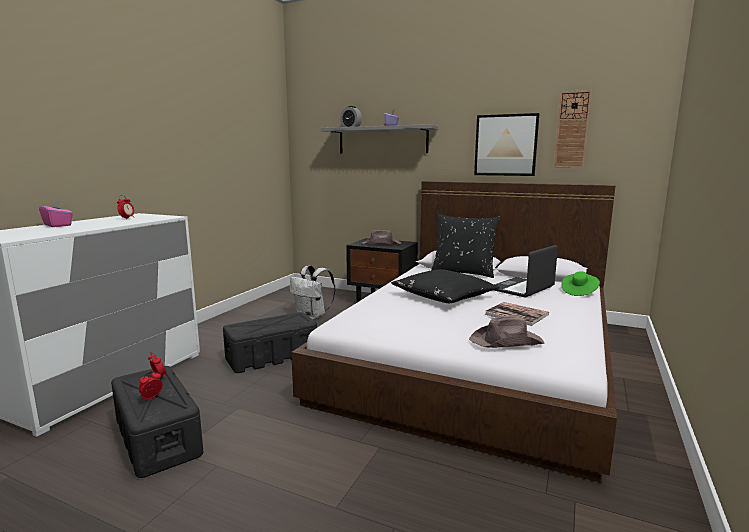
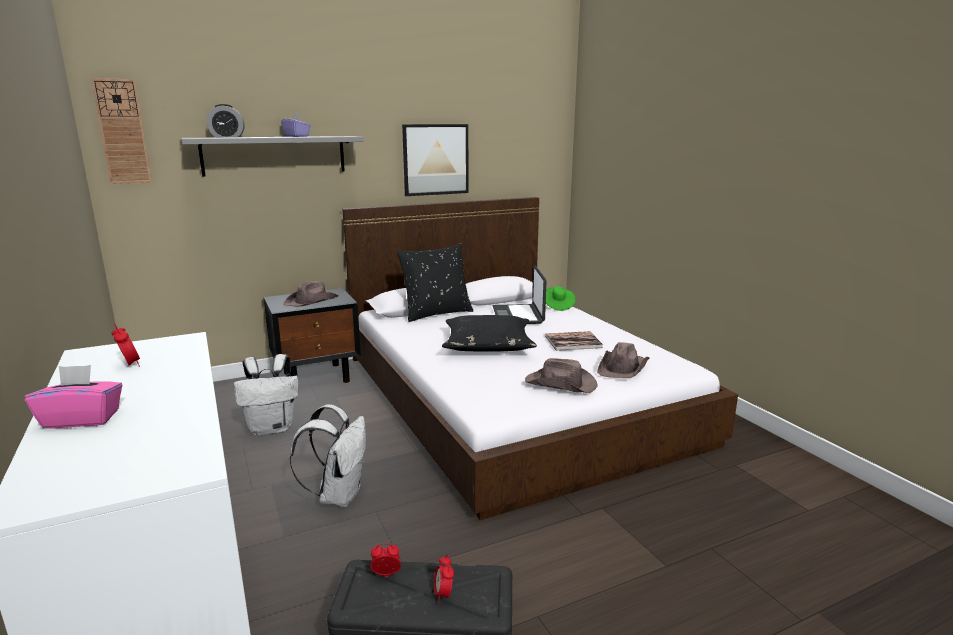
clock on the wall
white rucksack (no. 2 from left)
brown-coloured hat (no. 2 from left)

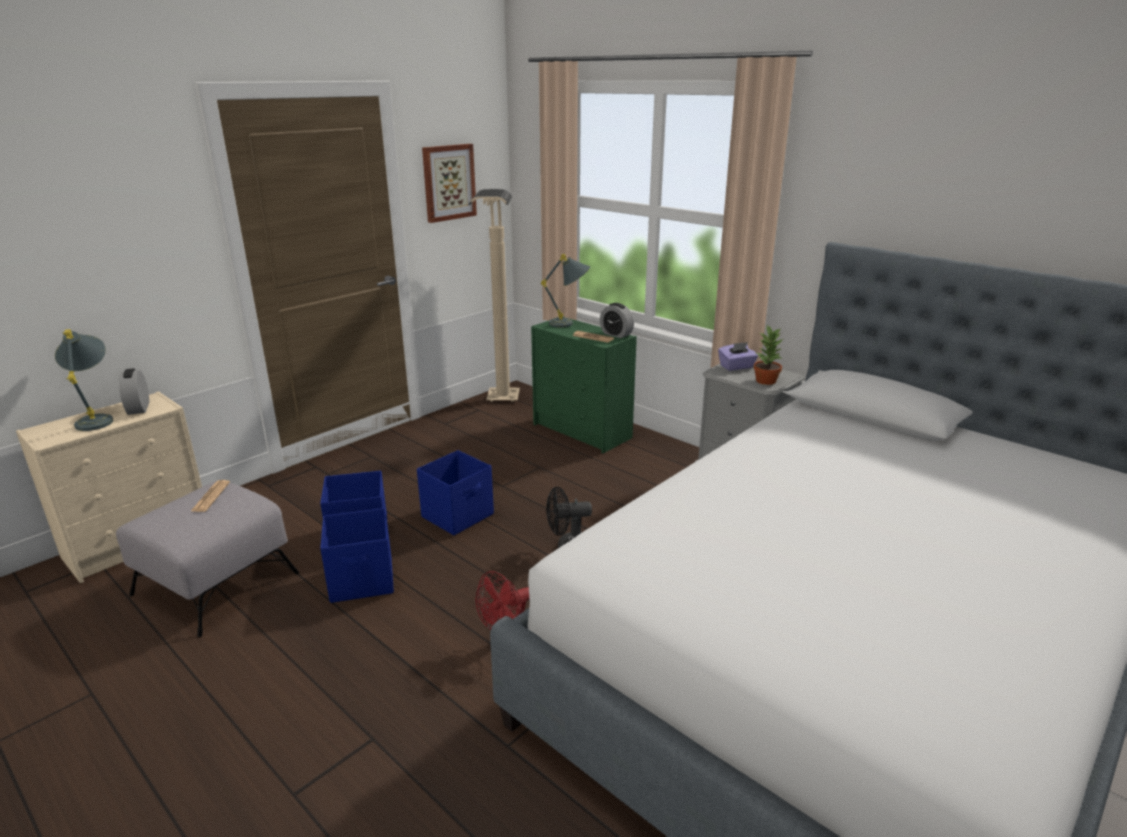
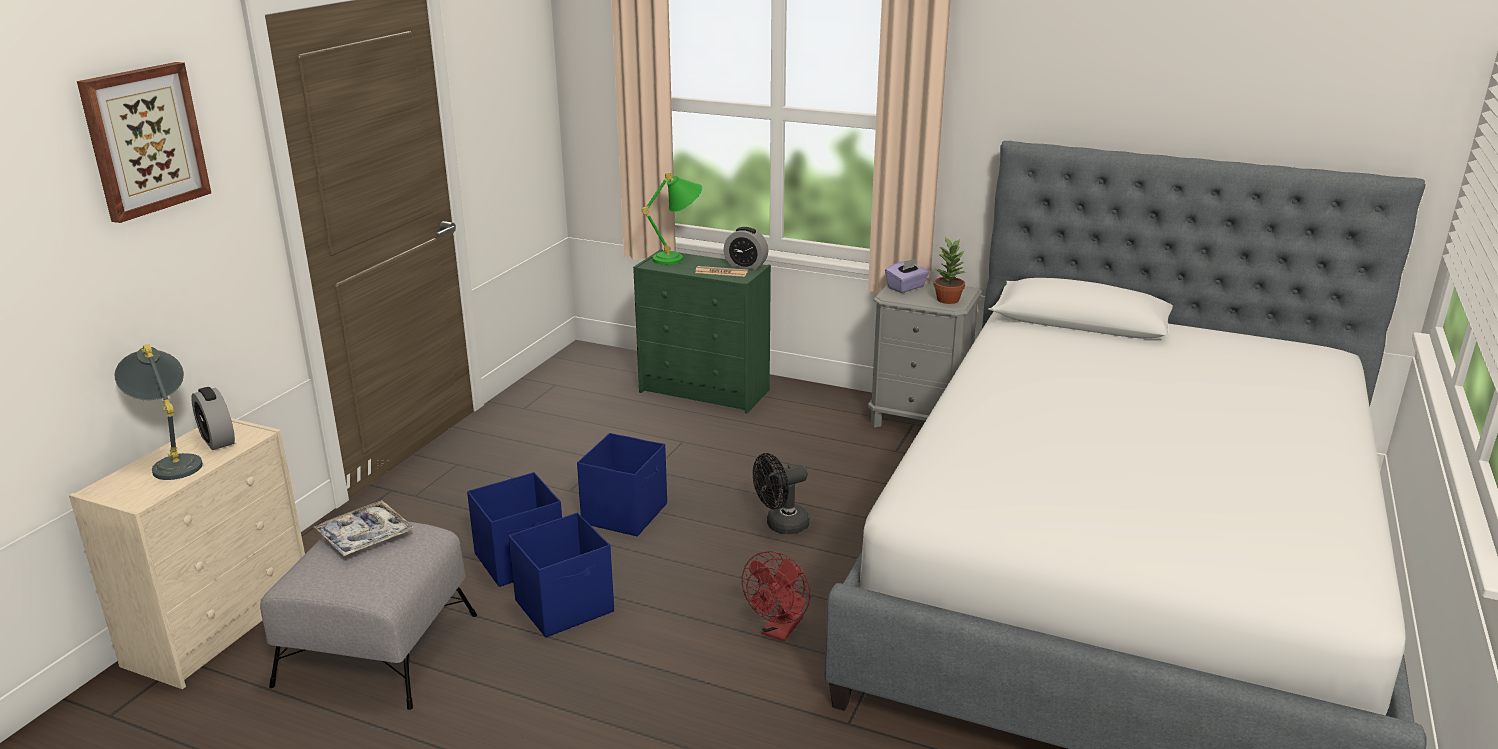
picture
carrying tray
green-coloured table lamp
sand-coloured standard lamp

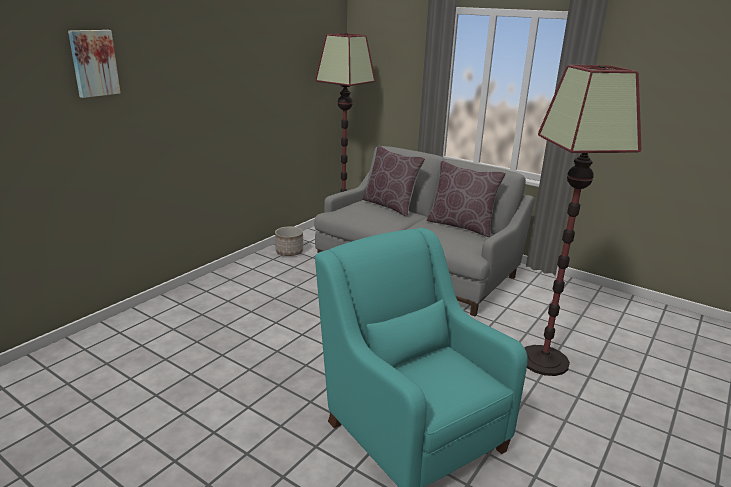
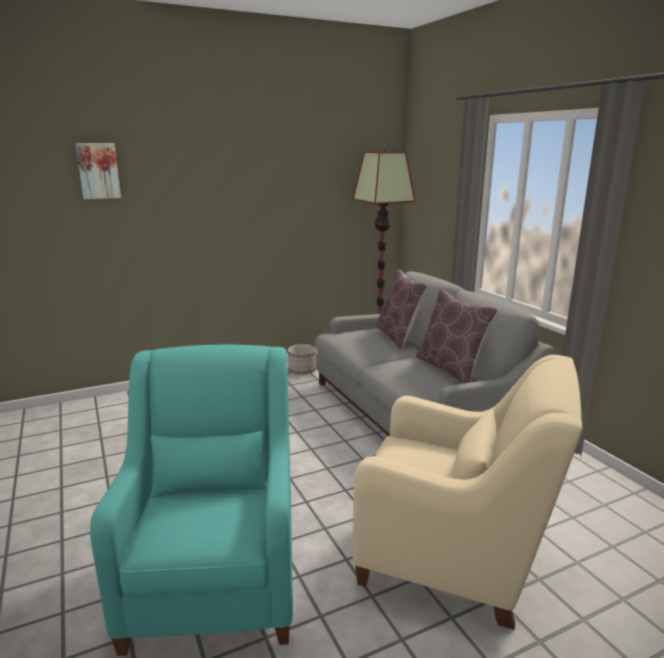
sand-coloured armchair

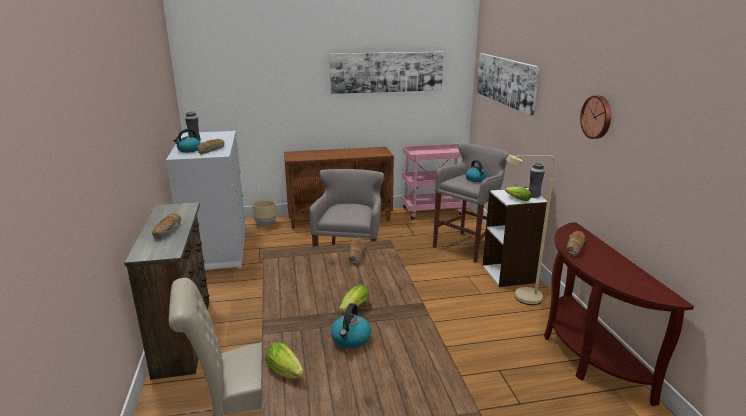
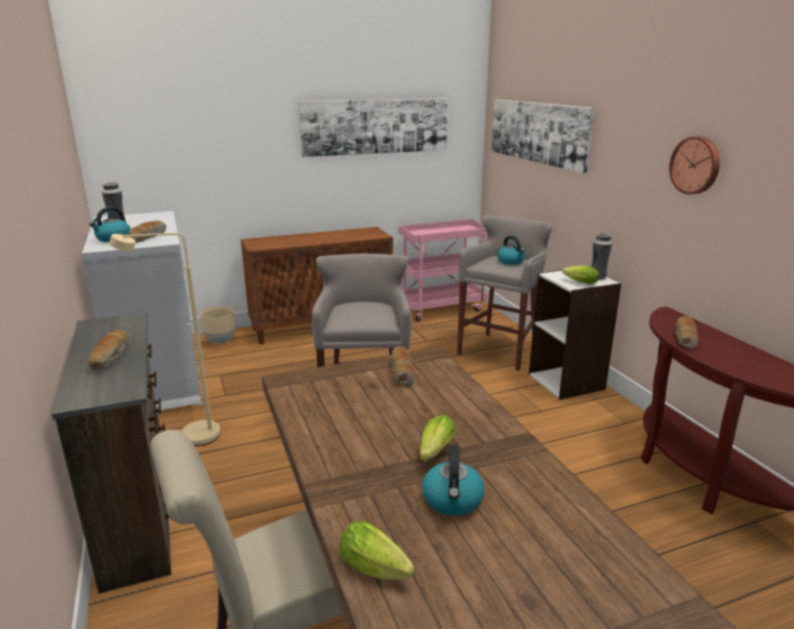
sand-coloured standard lamp

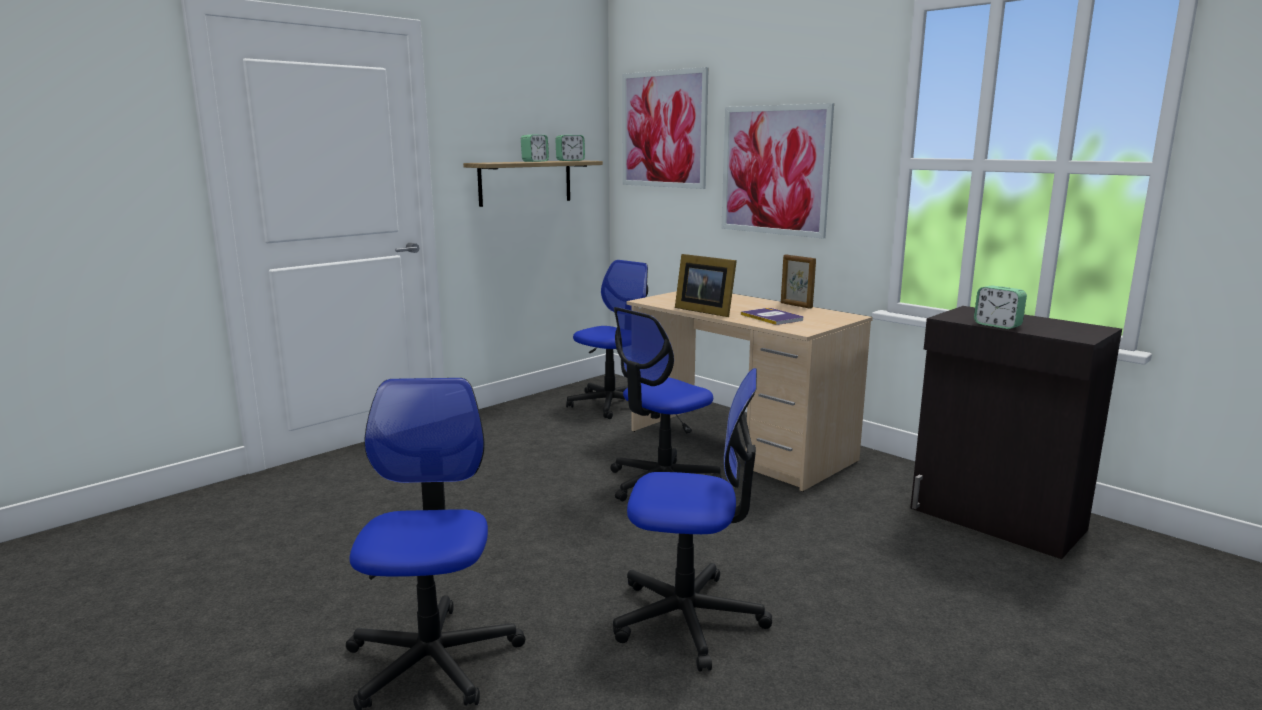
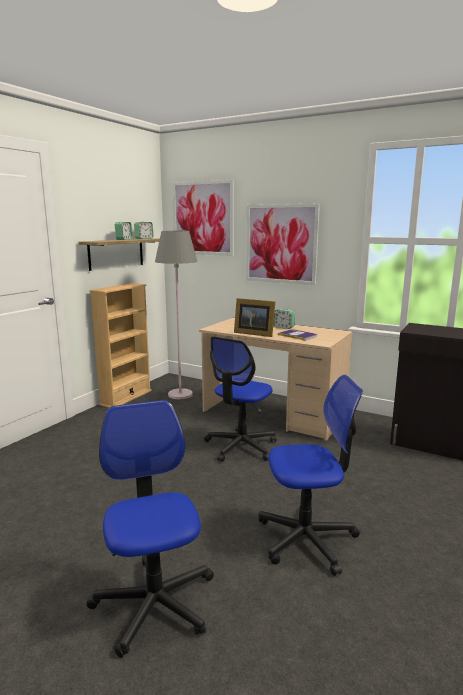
sand-coloured shelving unit
gray standard lamp
alarm clock (no. 3 from left)
picture frame (no. 2 from left in the first image)

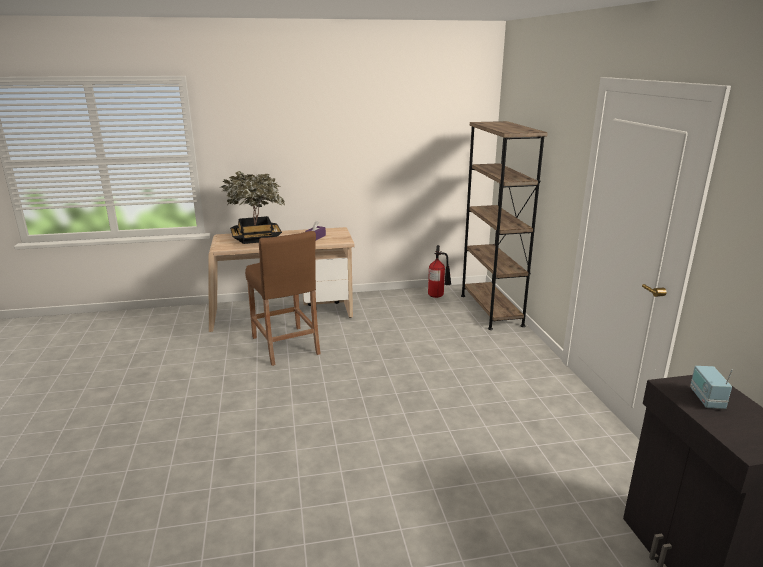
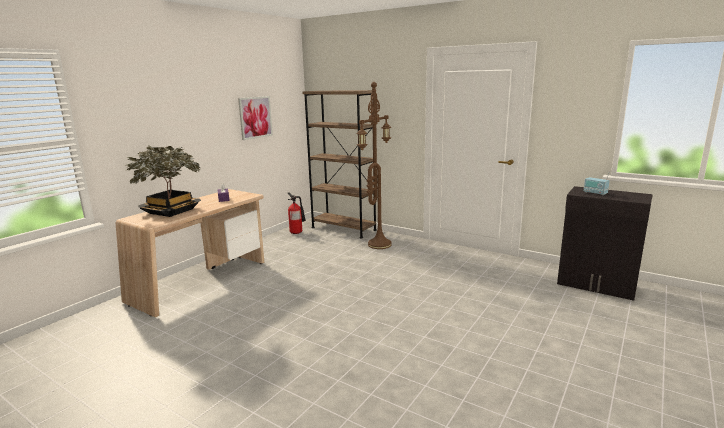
picture
brown-coloured standard lamp
brown-coloured stool

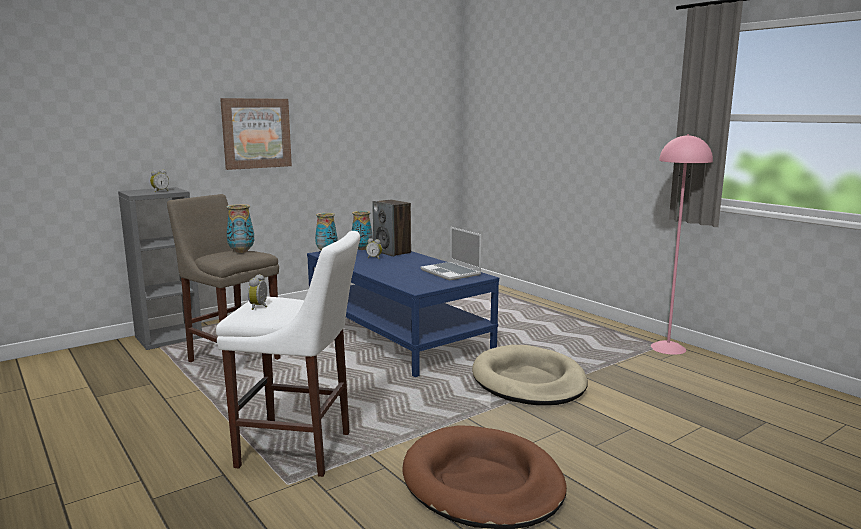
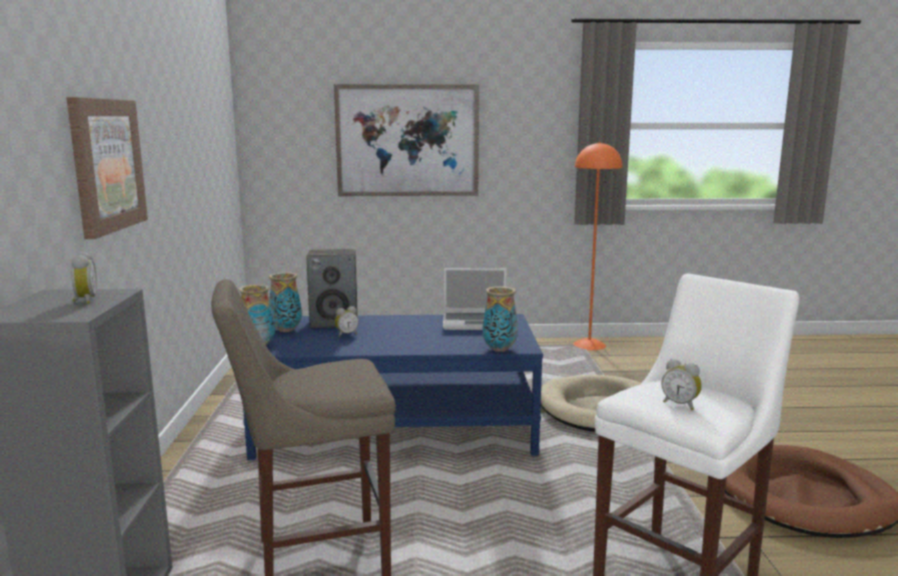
picture (no. 2 from left)
decorative vase (no. 3 from left)
orange standard lamp

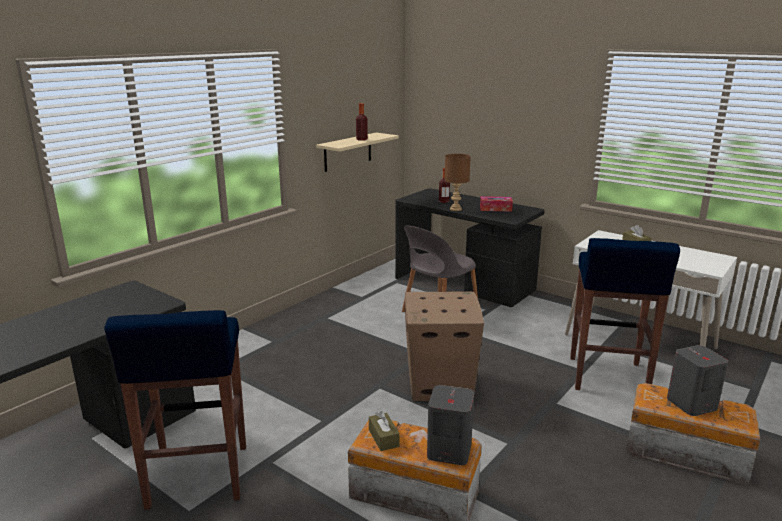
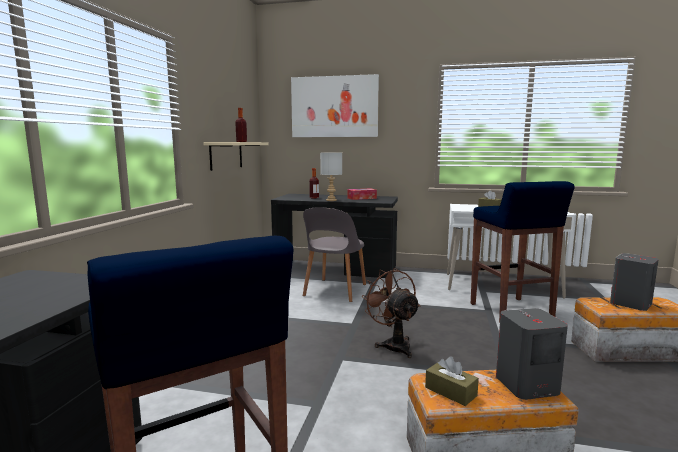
picture
gray table lamp
brown-coloured cooling fan

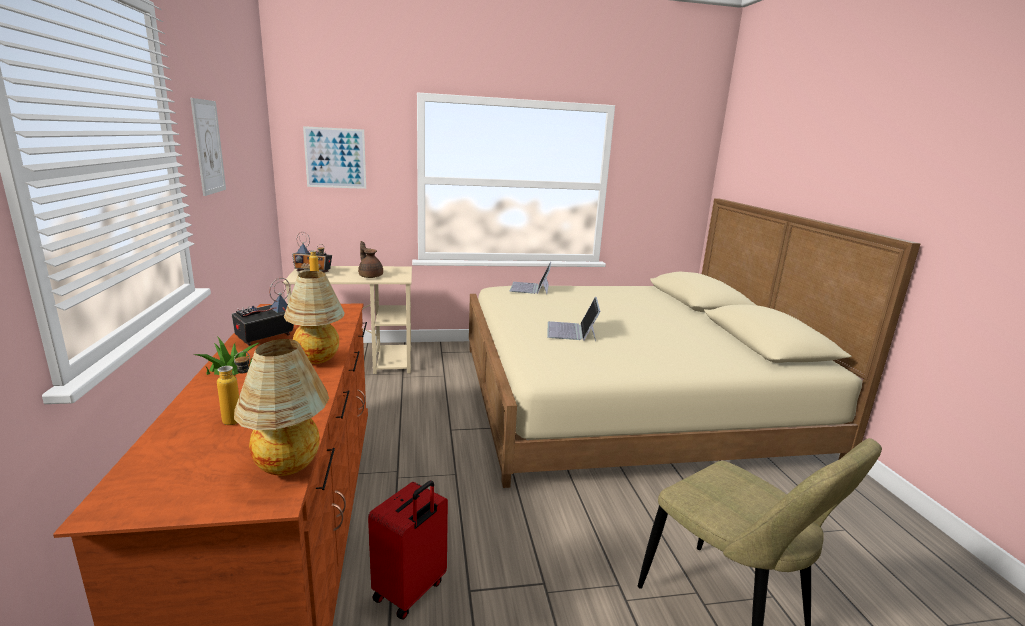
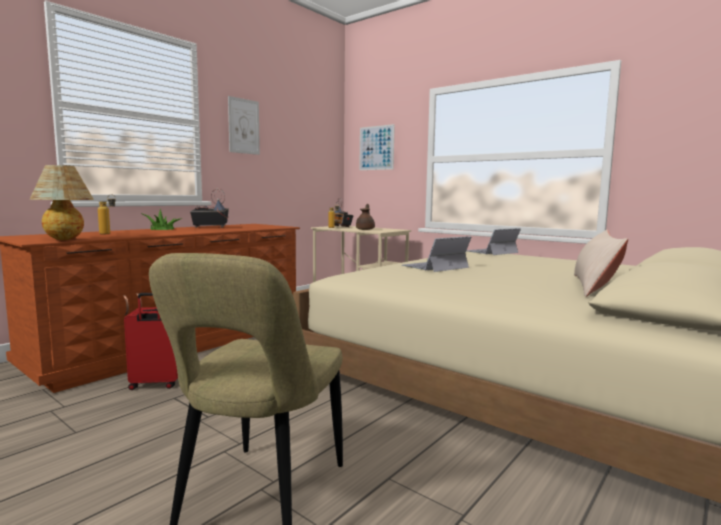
sand-coloured throw pillow
table lamp (no. 2 from left in the first image)

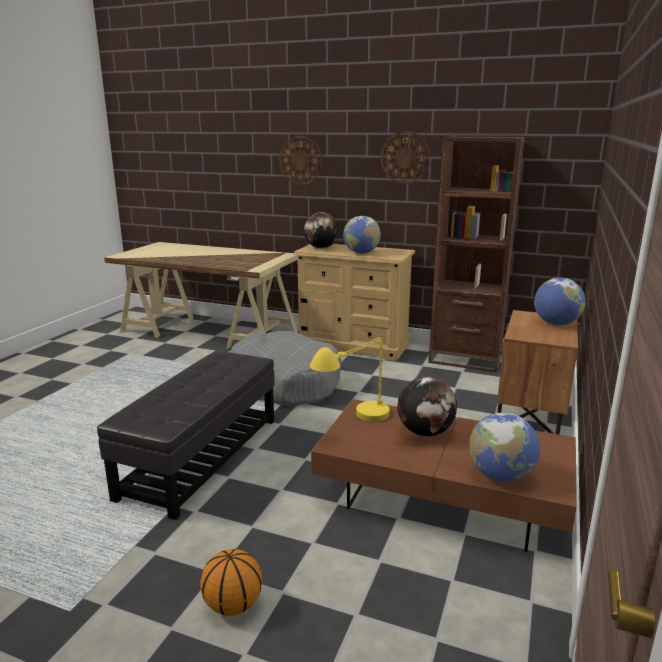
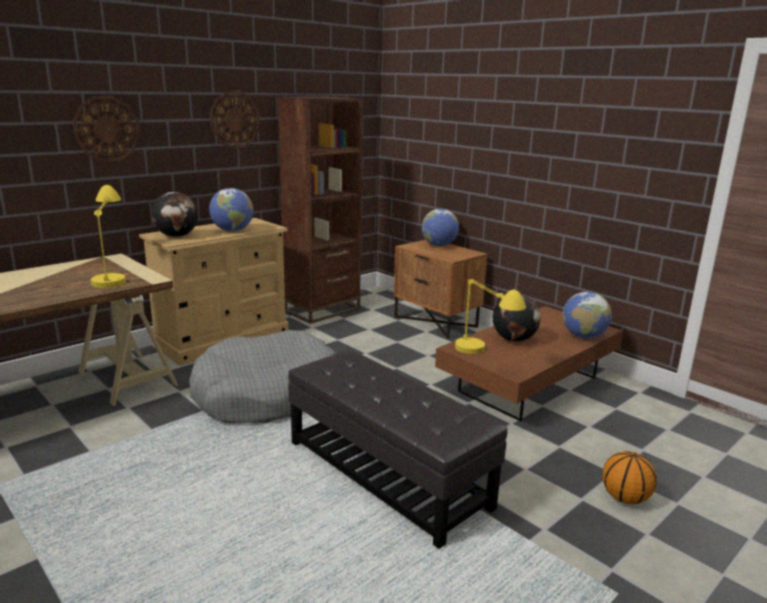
yellow-coloured table lamp (no. 1 from left)

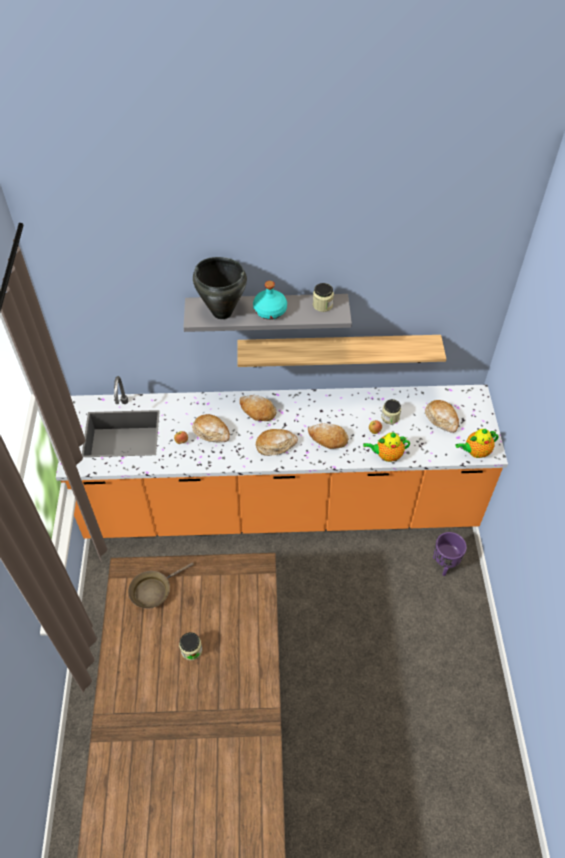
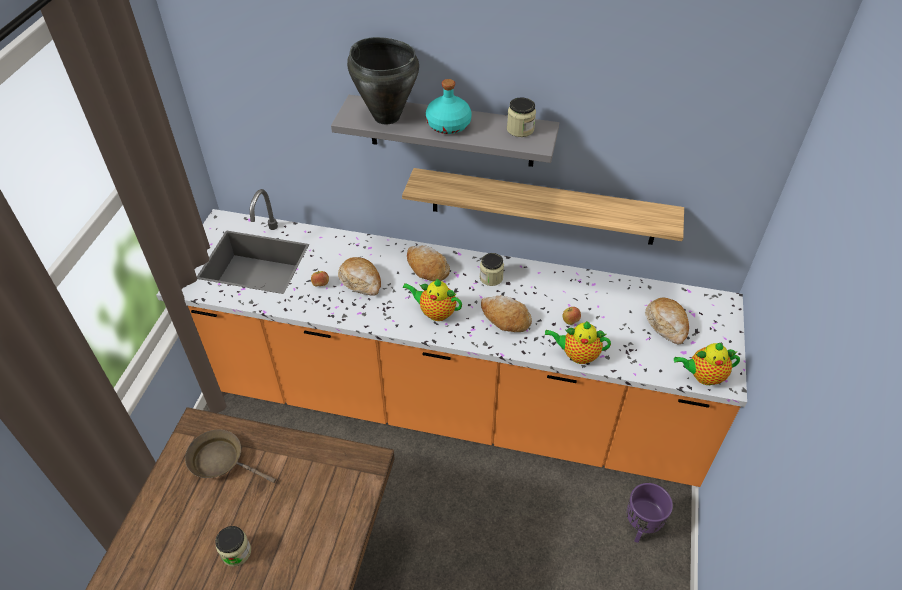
brown-coloured skillet
teapot (no. 1 from left)
storage jar (no. 2 from left)

